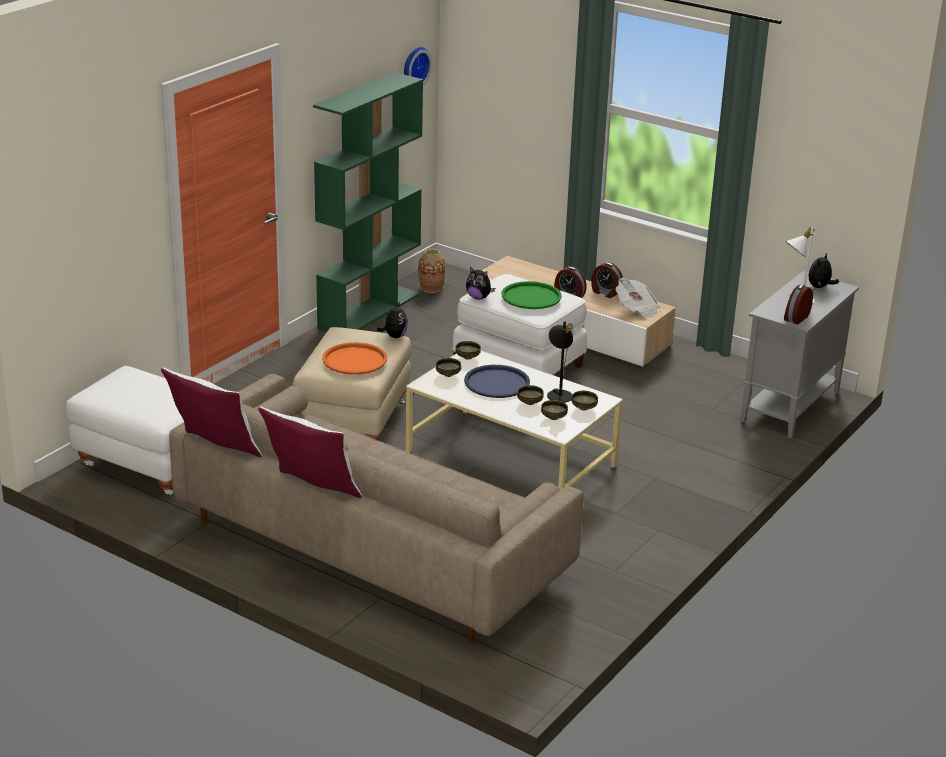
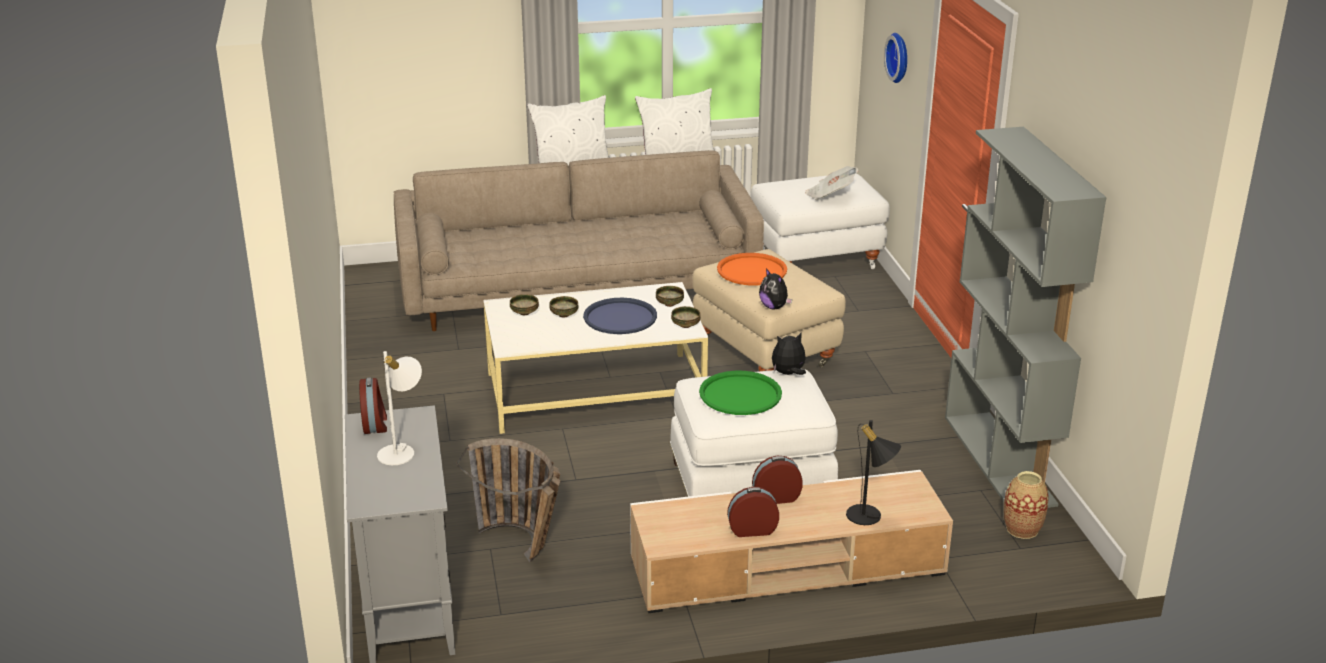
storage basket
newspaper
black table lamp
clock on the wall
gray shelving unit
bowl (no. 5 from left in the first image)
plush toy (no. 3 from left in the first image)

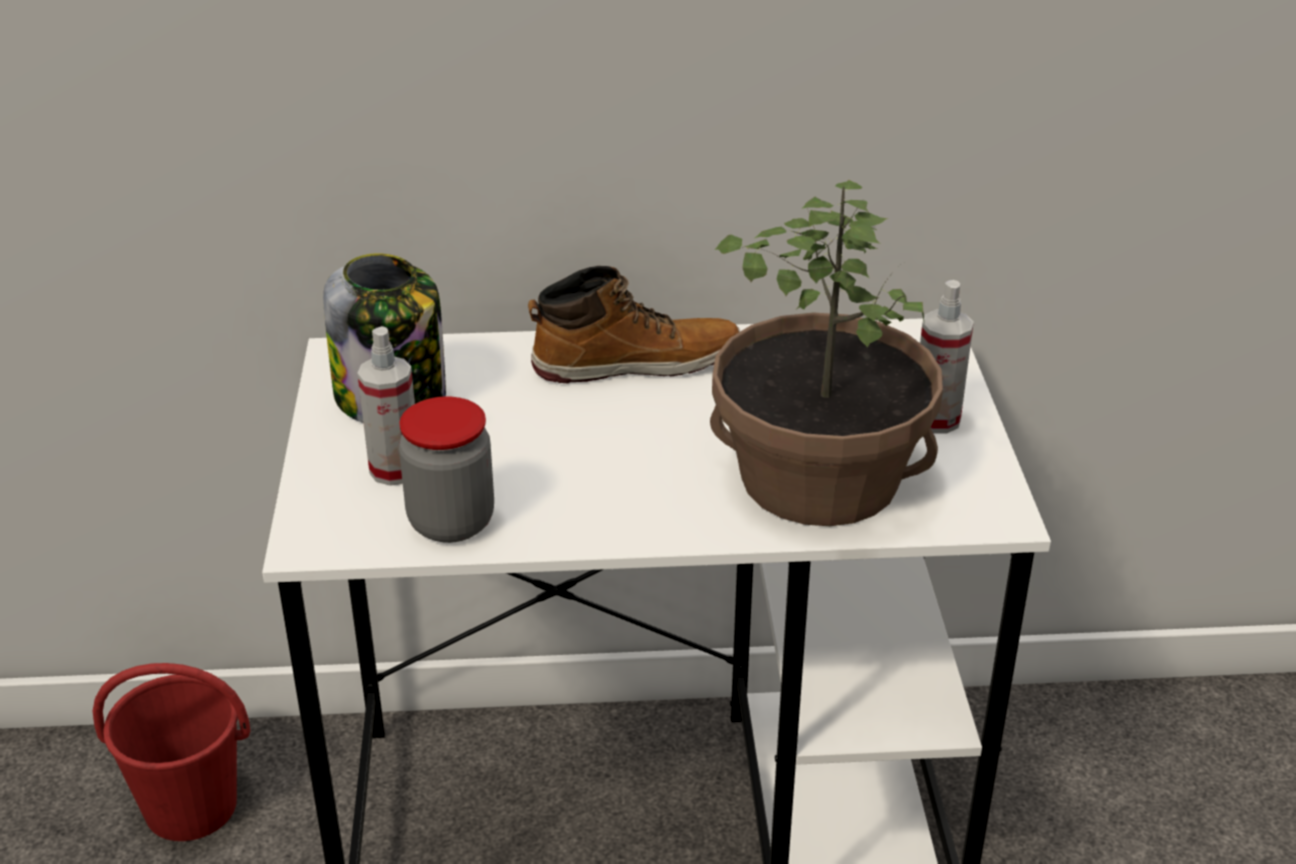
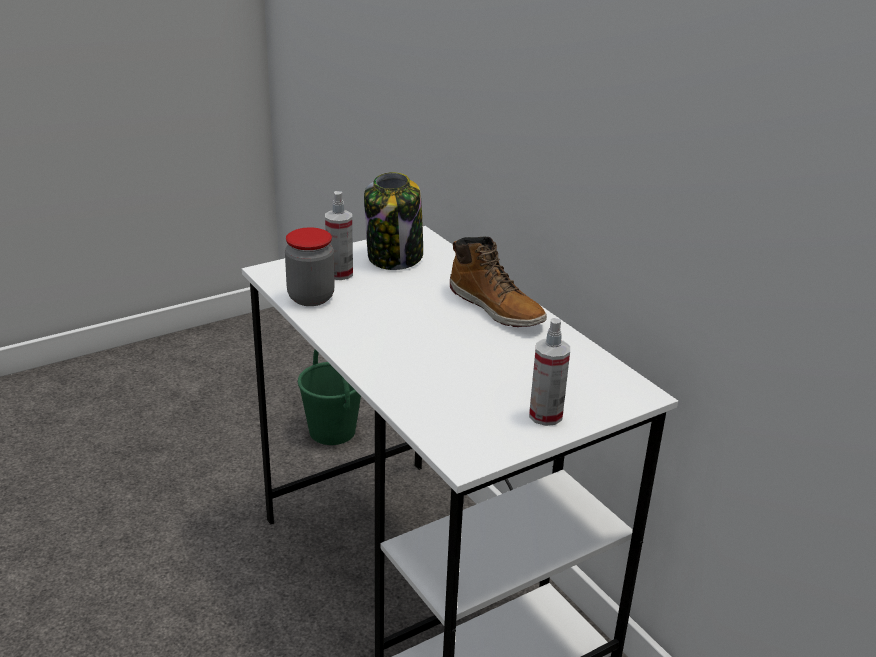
green-coloured pail
potted plant

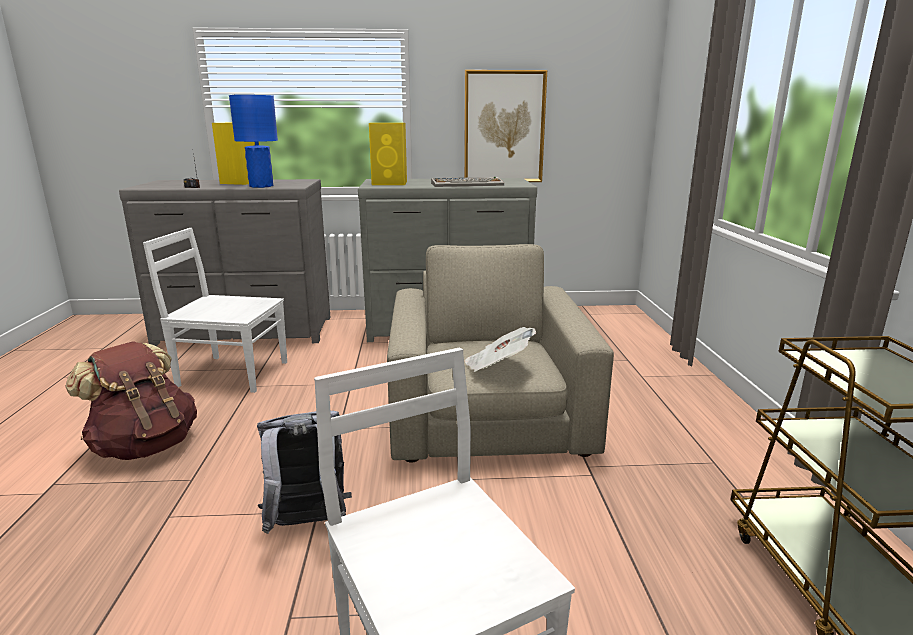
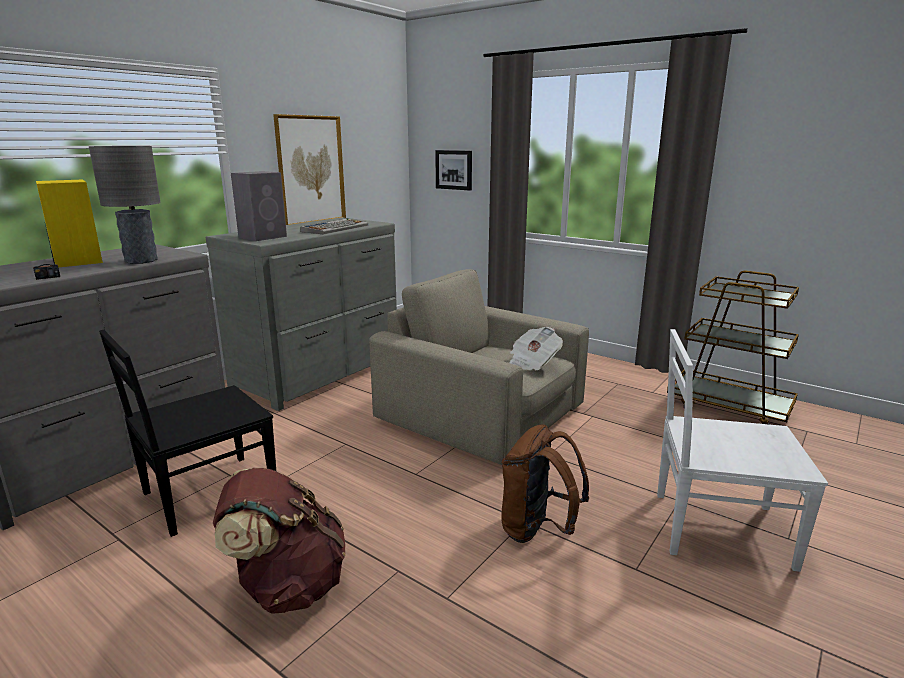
gray table lamp
black chair
gray speaker
picture (no. 2 from left)
brown-coloured rucksack (no. 2 from left)

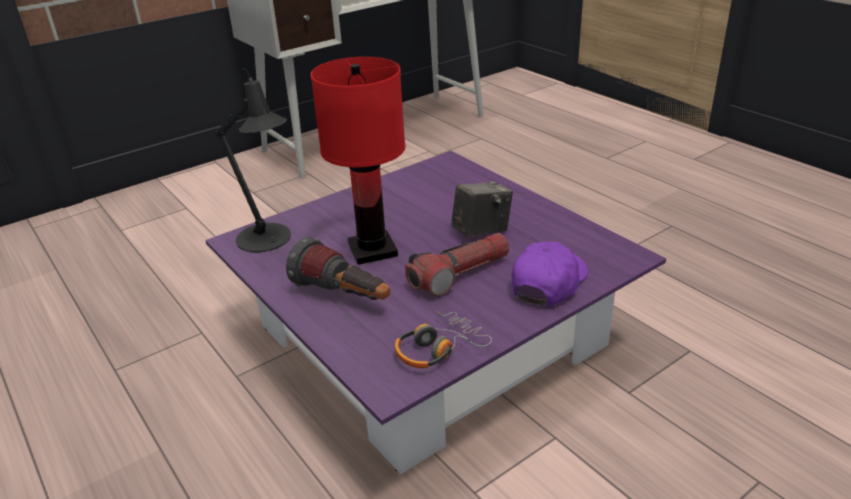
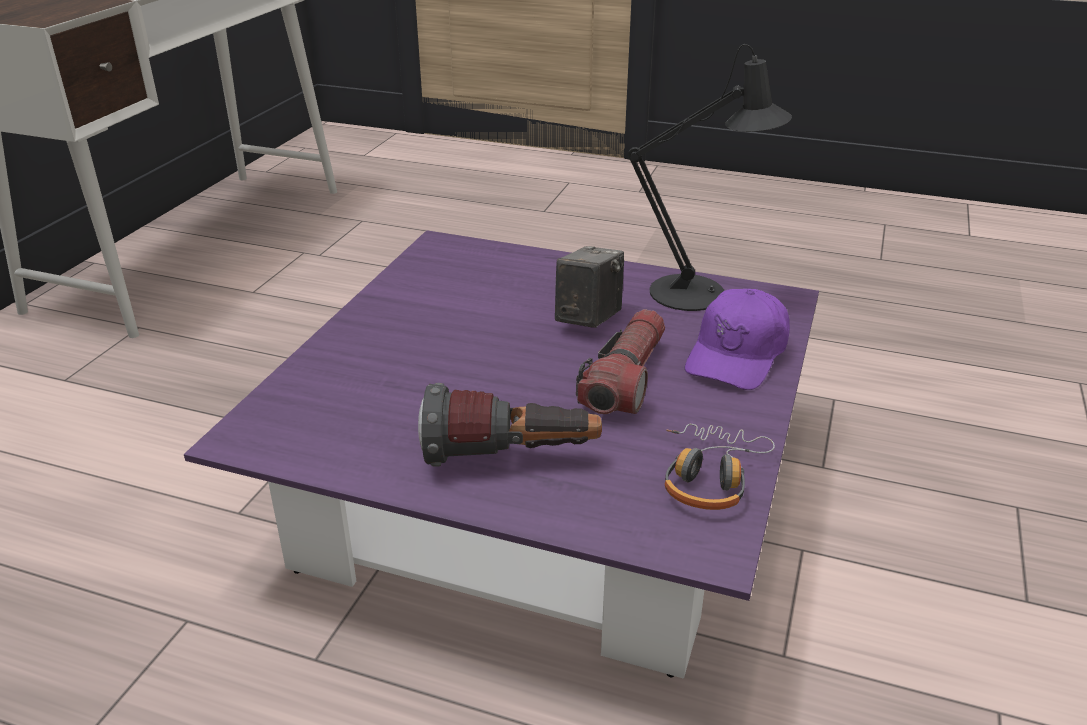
black table lamp
purple baseball cap
red table lamp

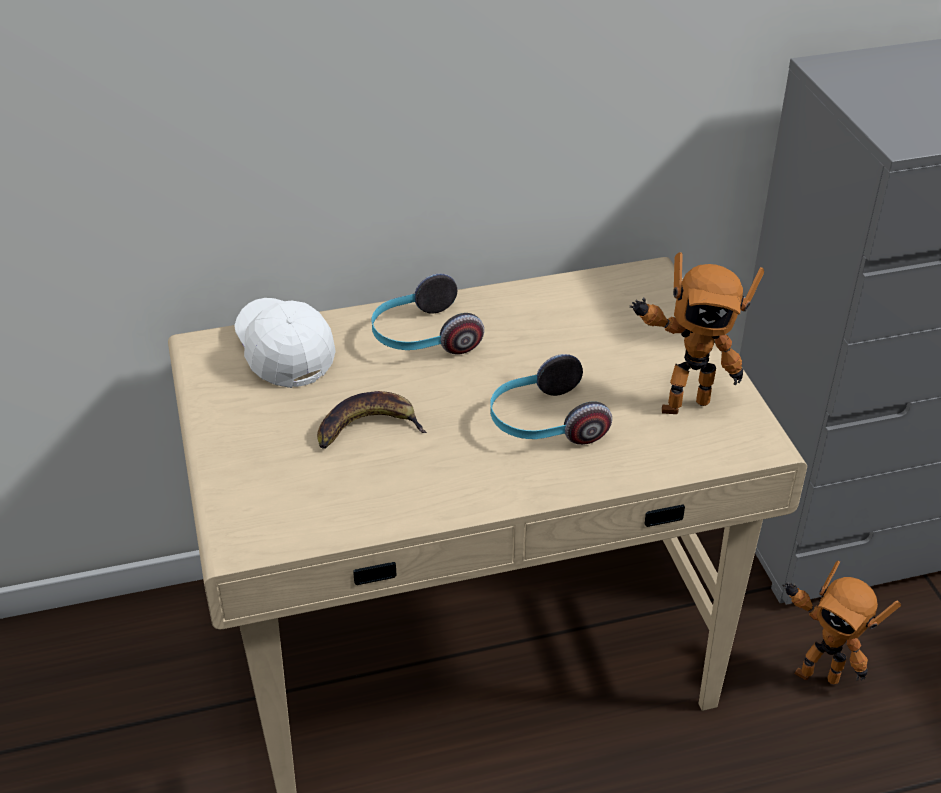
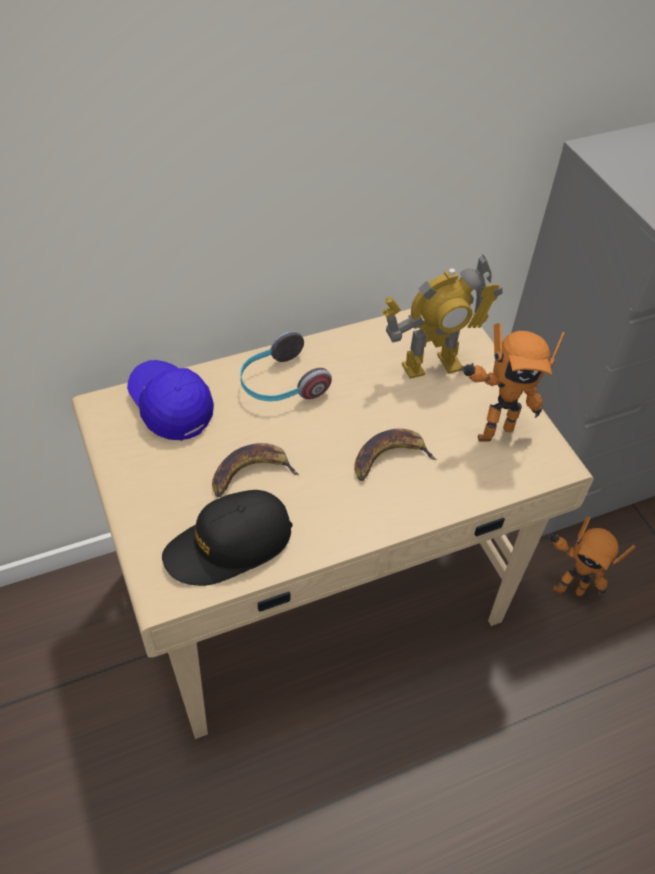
blue baseball cap
black baseball cap
banana (no. 2 from left)
robot figure (no. 1 from left)

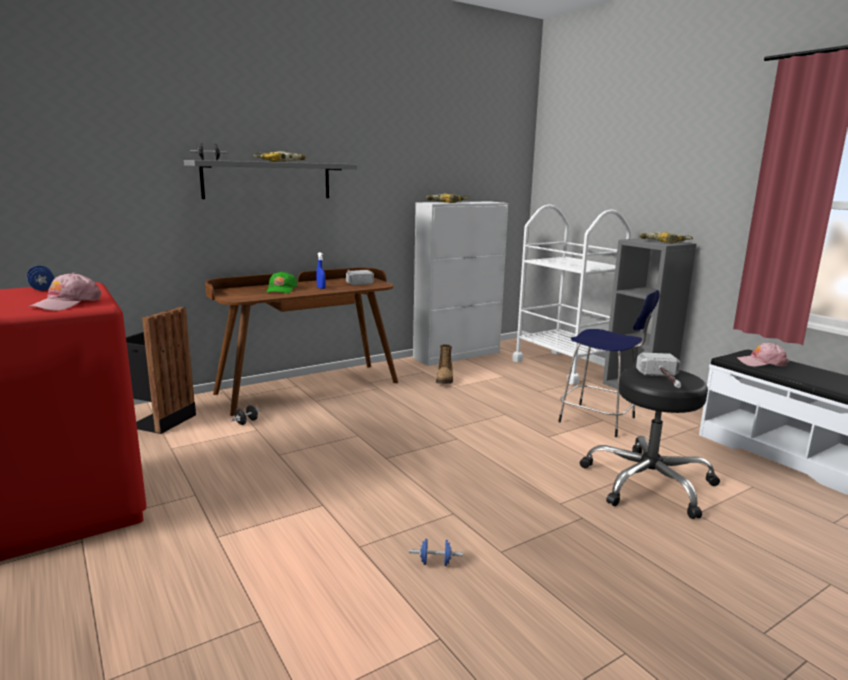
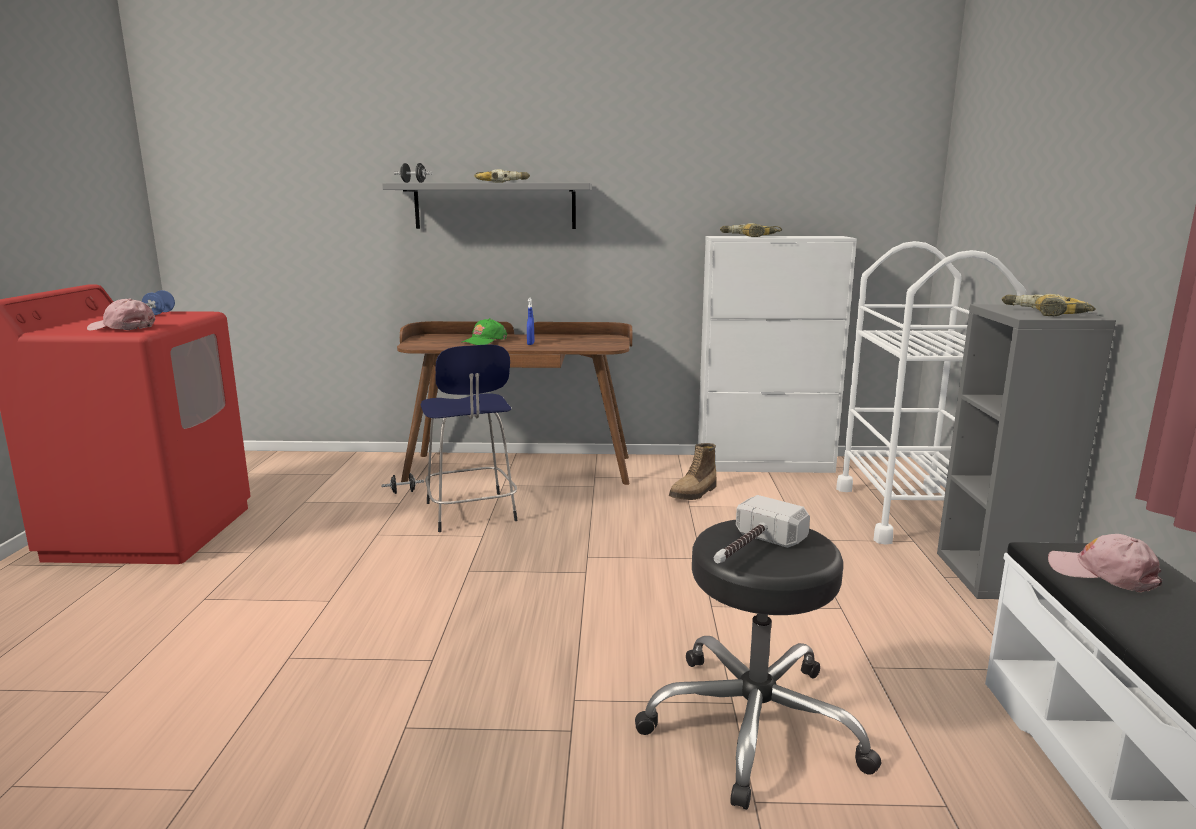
pink-coloured baseball cap (no. 1 from left)
blue stool
black trash can
hand hammer (no. 1 from left in the first image)
blue dumbbell (no. 2 from left in the first image)

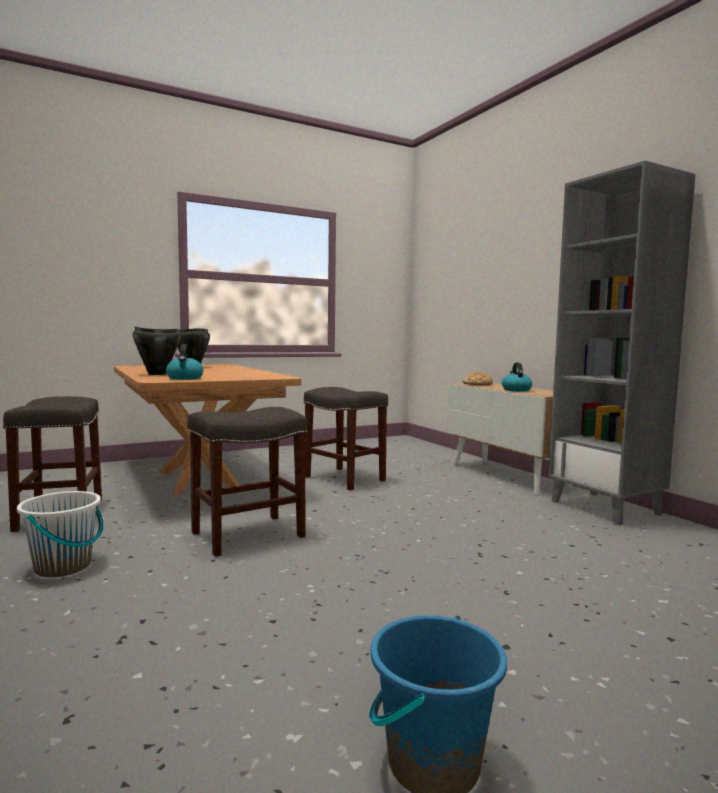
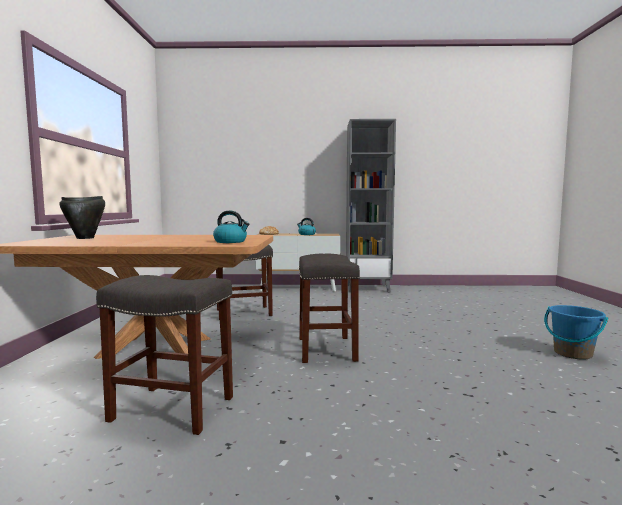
white pail
black saucepot (no. 1 from left in the first image)

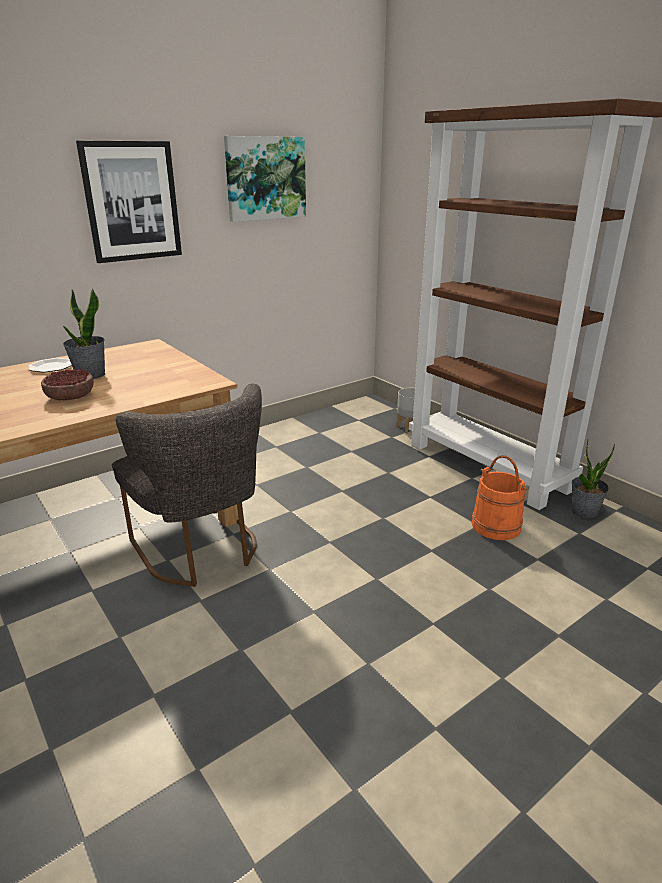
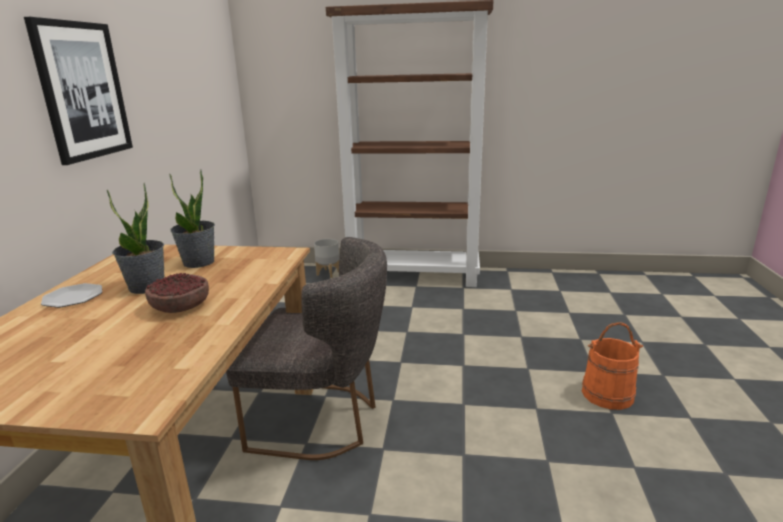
potted plant (no. 2 from left)
orange pail
picture (no. 2 from left in the first image)

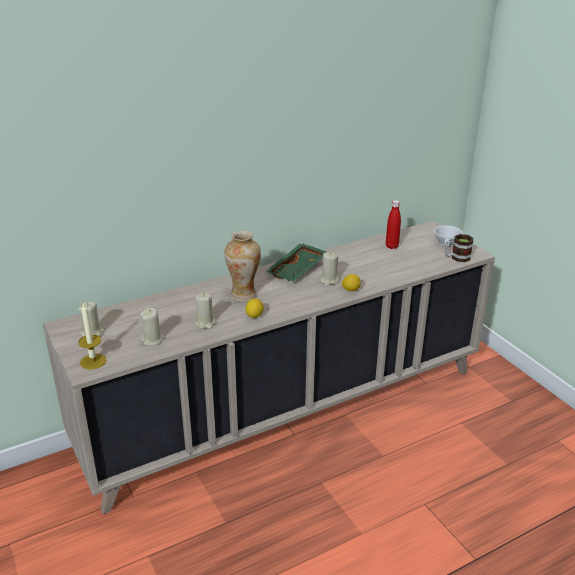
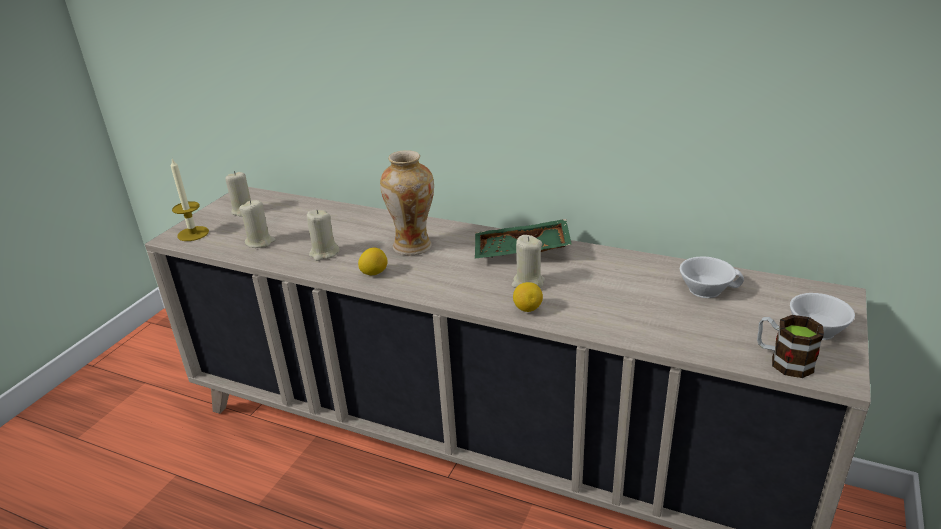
white small cup (no. 1 from left)

